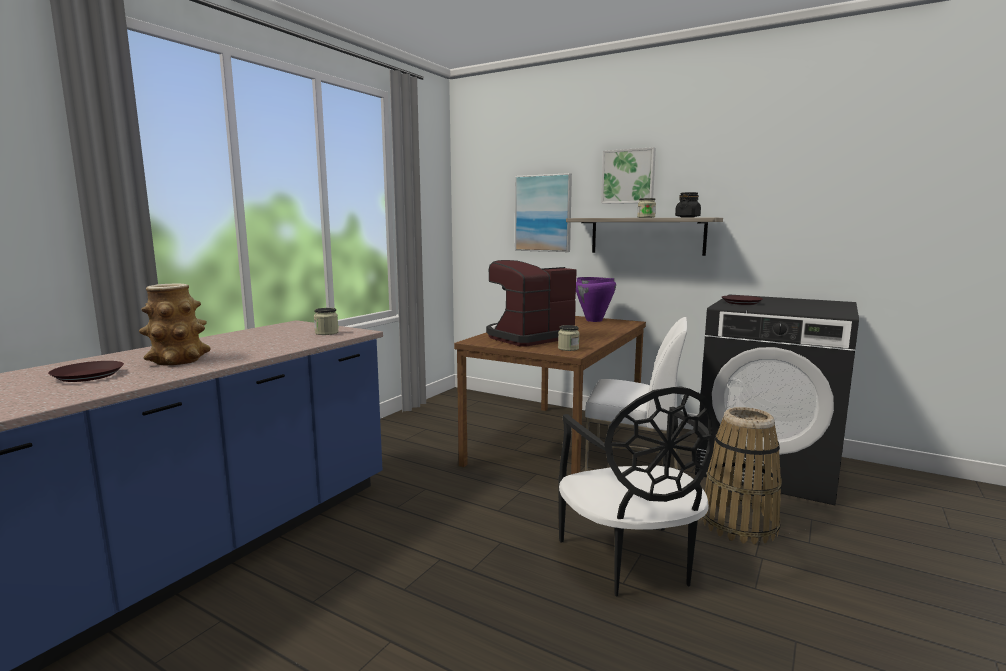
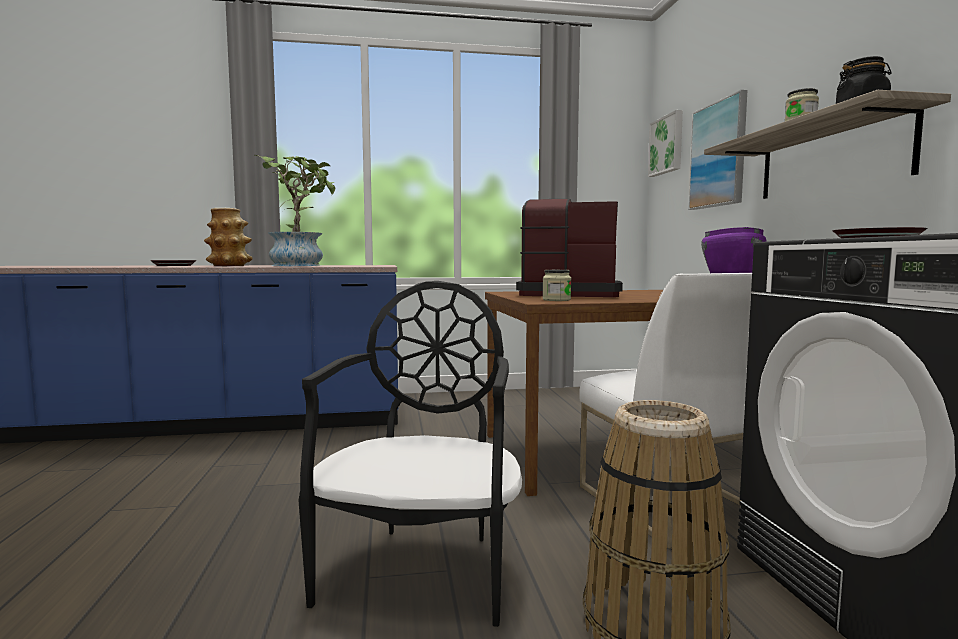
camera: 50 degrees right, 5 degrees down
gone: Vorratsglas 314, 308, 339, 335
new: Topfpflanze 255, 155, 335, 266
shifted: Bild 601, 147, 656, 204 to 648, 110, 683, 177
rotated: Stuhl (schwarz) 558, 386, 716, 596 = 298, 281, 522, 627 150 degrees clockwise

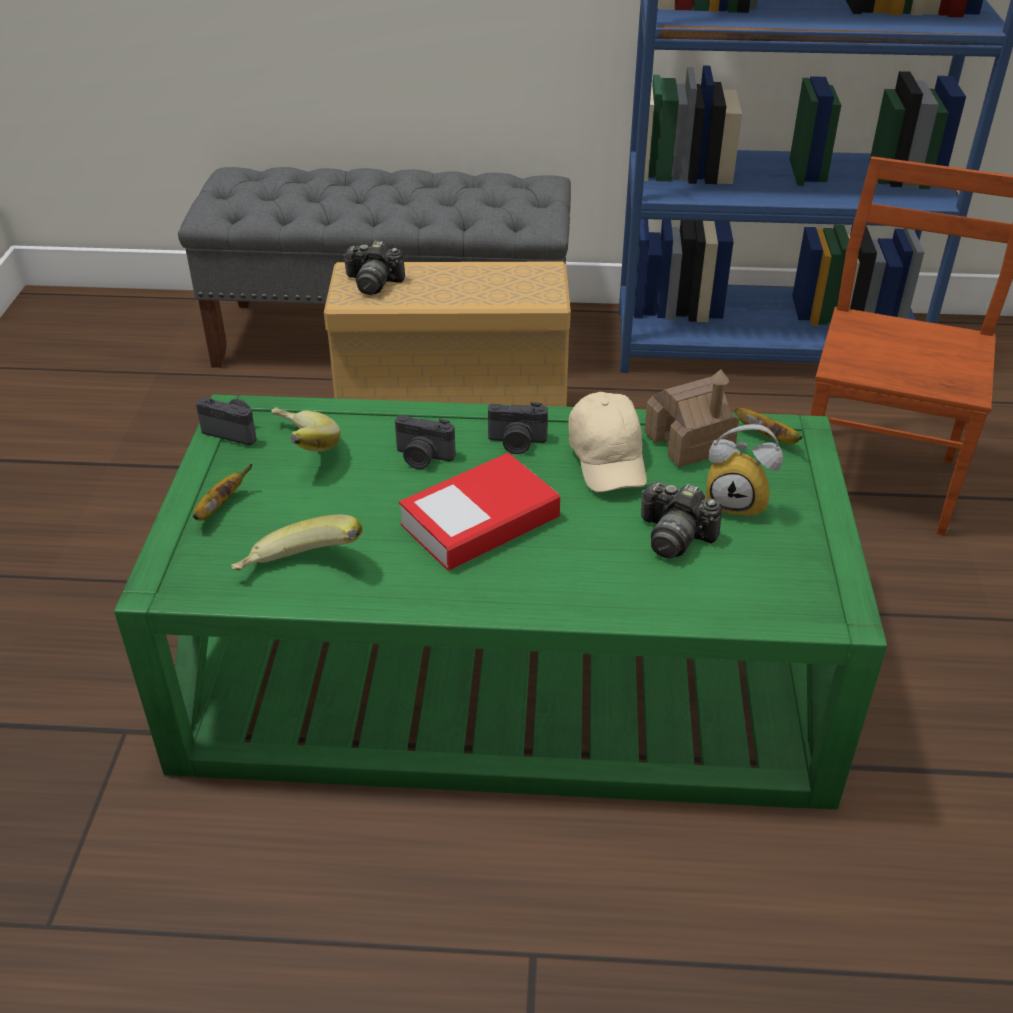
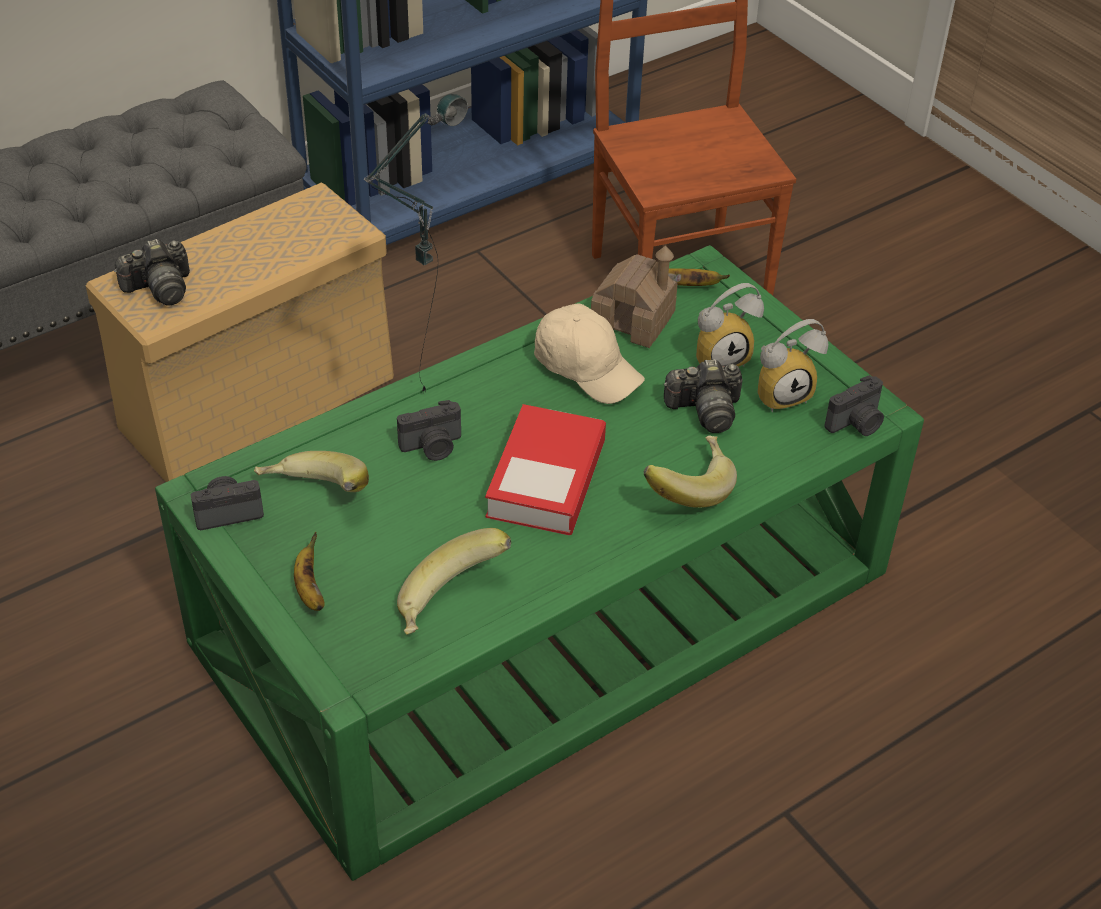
camera: 40 degrees left, 5 degrees up
new: Tischlampe 364, 94, 468, 391; Banane 644, 436, 737, 508; Wecker 757, 319, 828, 412
shifted: Kamera 488, 402, 548, 454 to 824, 375, 884, 436

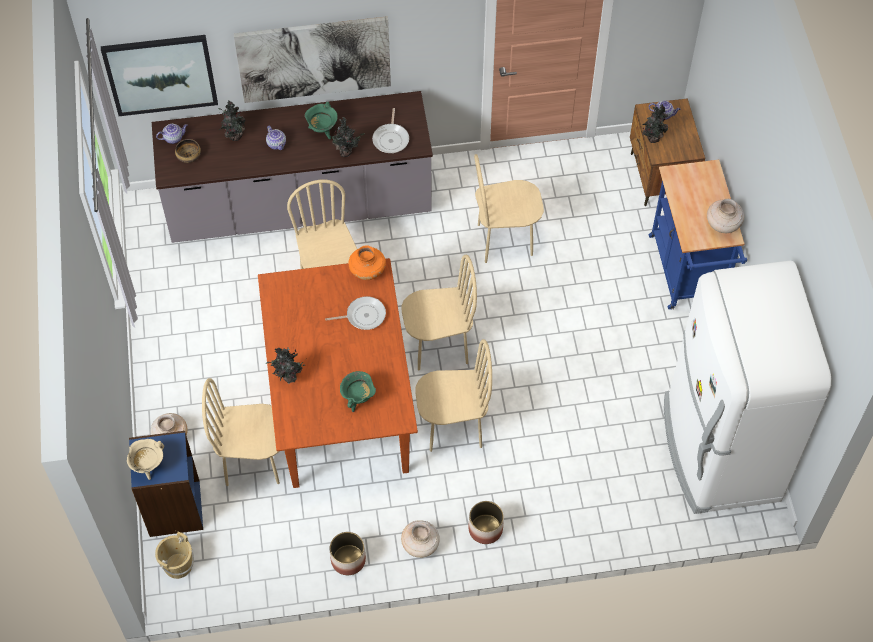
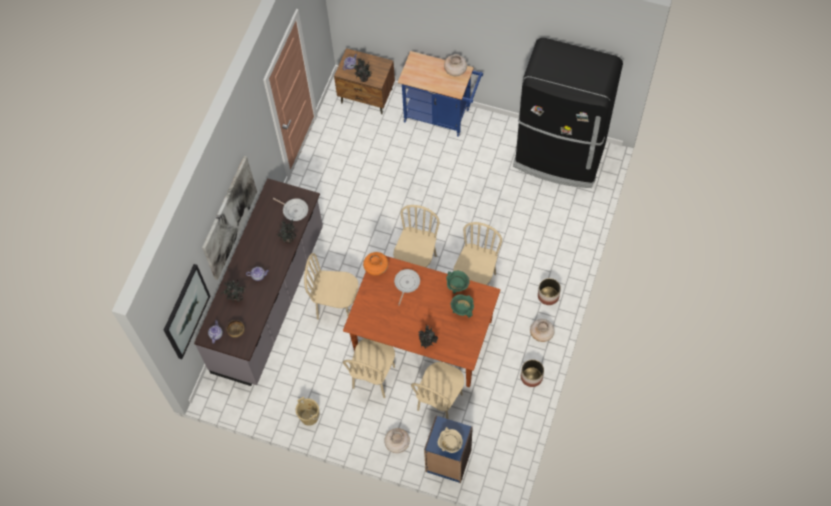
camera: 60 degrees left, 5 degrees up
shifted: Eimer (beige) 155, 532, 194, 579 to 295, 397, 320, 426; Kochtopf (grün) 305, 102, 338, 139 to 446, 271, 470, 294; Stuhl (beige) 474, 154, 544, 263 to 343, 338, 395, 398
repainted: Kühlschrank (weiß) 664, 261, 832, 514 to Kühlschrank (schwarz) 513, 38, 623, 188

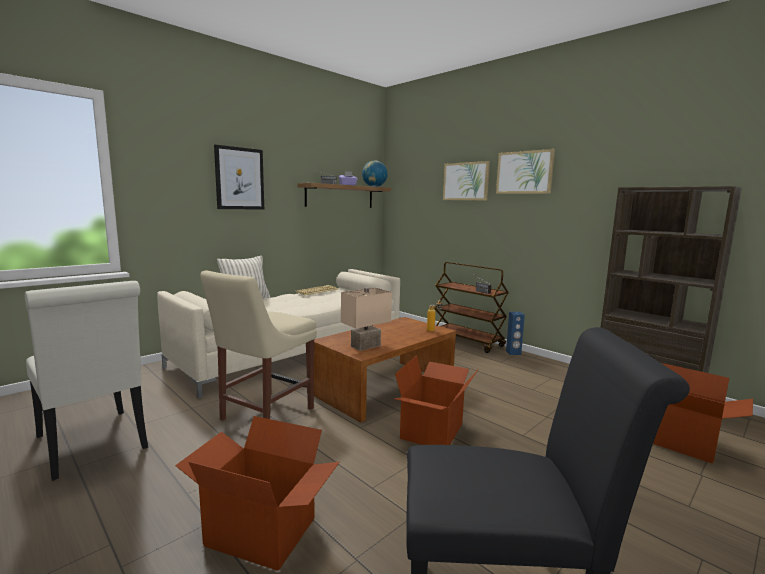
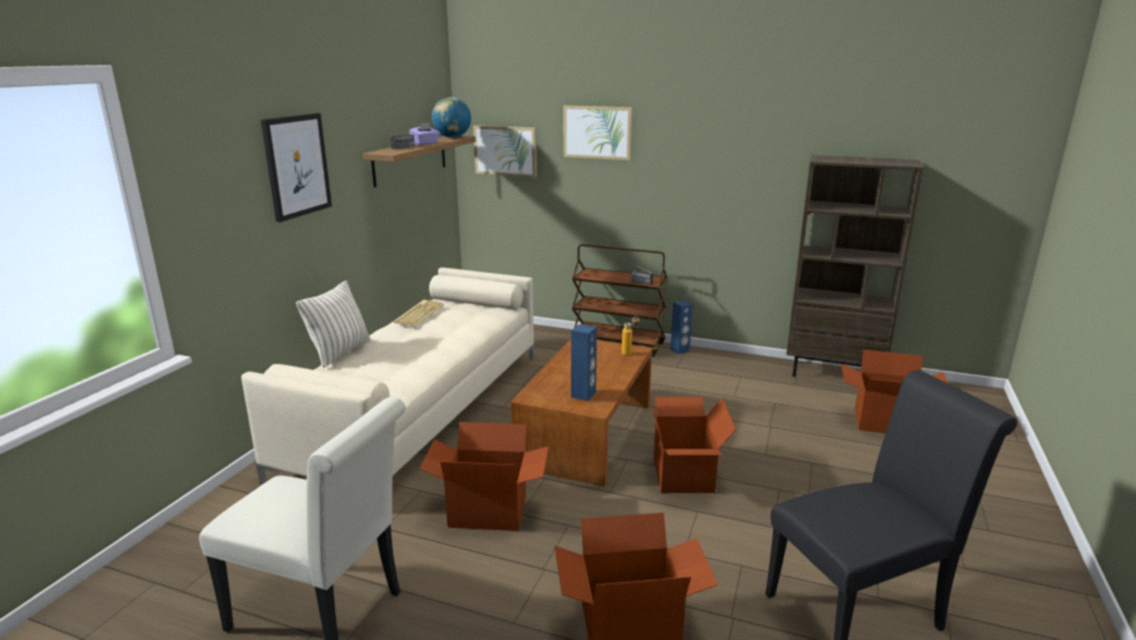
camera: 25 degrees left, 10 degrees up
shifted: Bild 496, 149, 555, 194 to 473, 125, 537, 177
swapped: Stuhl (beige) 200, 271, 317, 421 to Karton 420, 422, 549, 531; Tischlampe (beige) 341, 288, 392, 351 to Lautsprecher (blau) 571, 324, 597, 401

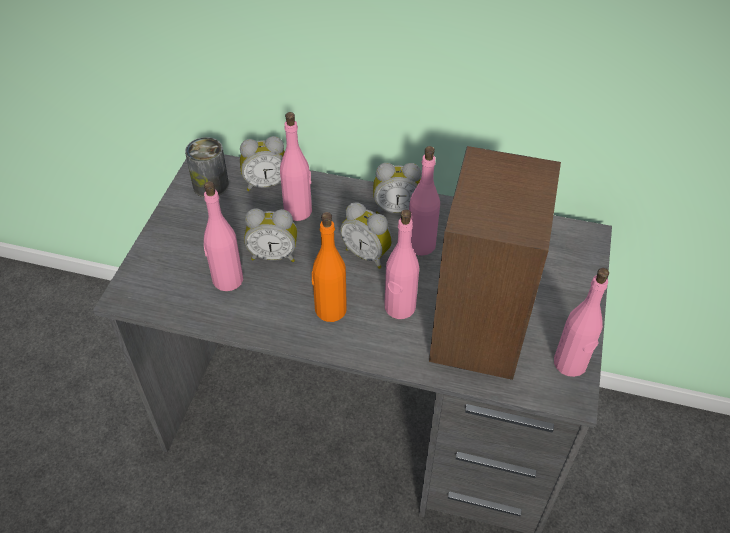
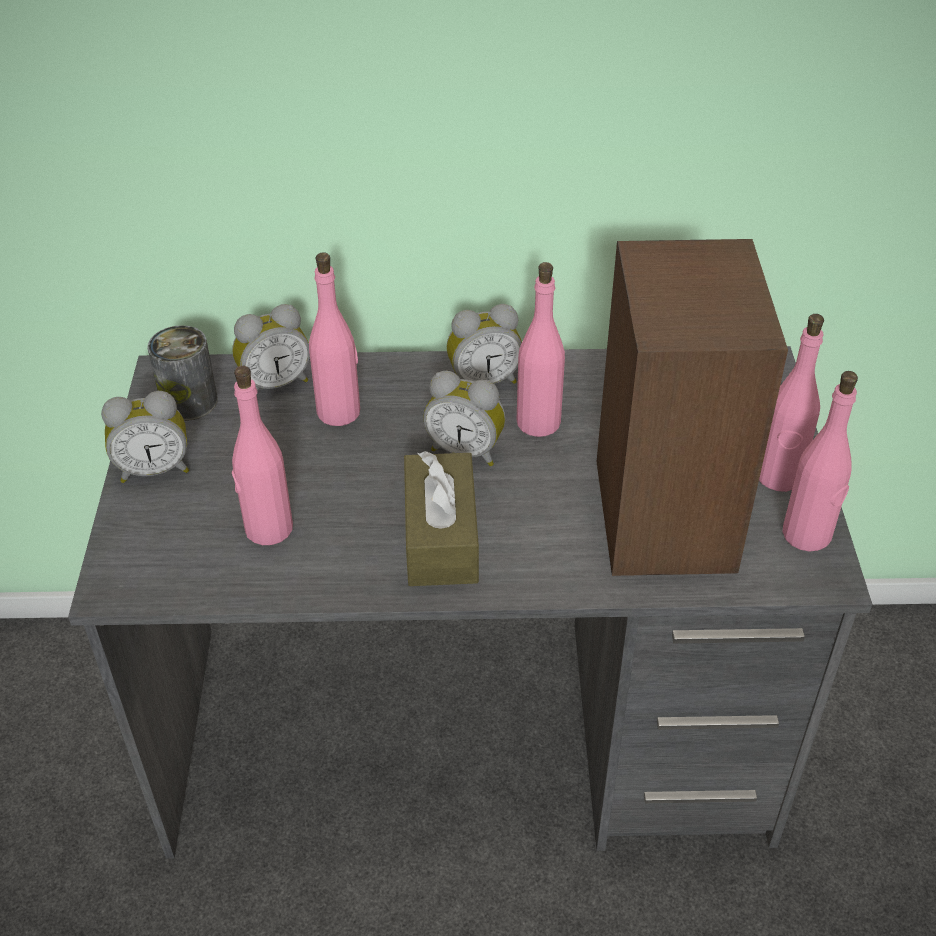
camera: 15 degrees left, 5 degrees down
shifted: Wecker 244, 208, 297, 262 to 101, 391, 189, 483; Flasche (rosa) 384, 209, 419, 319 to 759, 314, 824, 492
swapped: Flasche (orange) 312, 212, 347, 322 to Taschentuchbox (braun) 404, 451, 479, 586

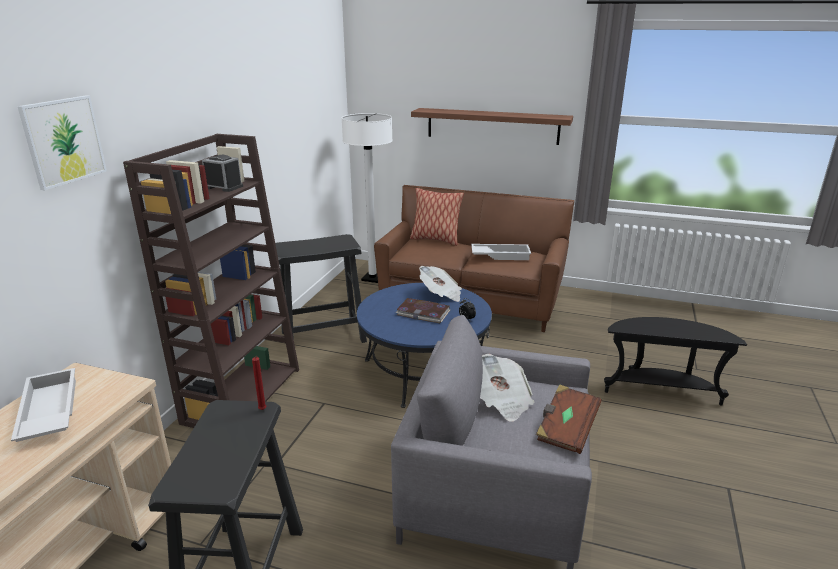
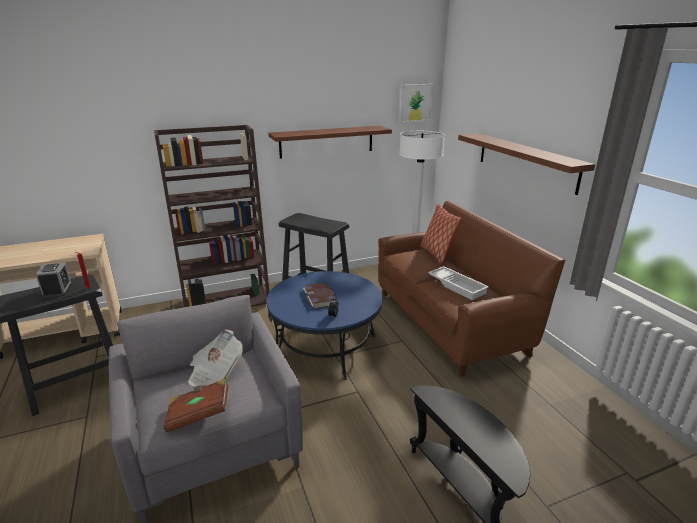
camera: 50 degrees right, 0 degrees up
gone: Tablett (weiß) 11, 368, 76, 442; Zeitung 419, 266, 462, 302
new: Wandregal (braun) 269, 126, 392, 159
shifted: Bild 17, 95, 107, 190 to 399, 84, 433, 122; Wecker 202, 155, 243, 192 to 36, 263, 72, 298

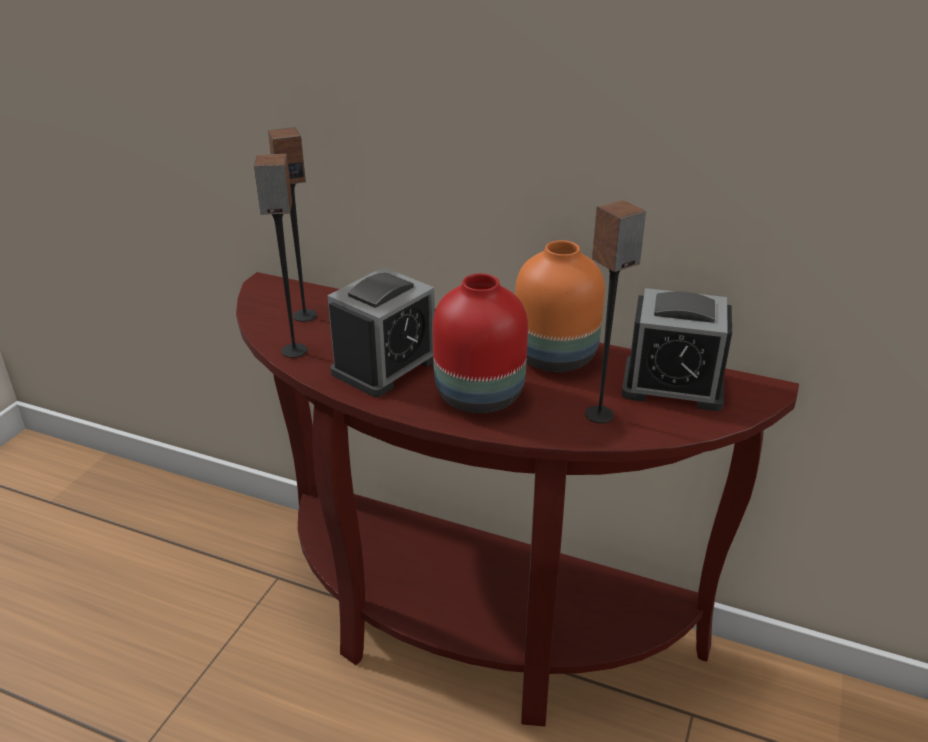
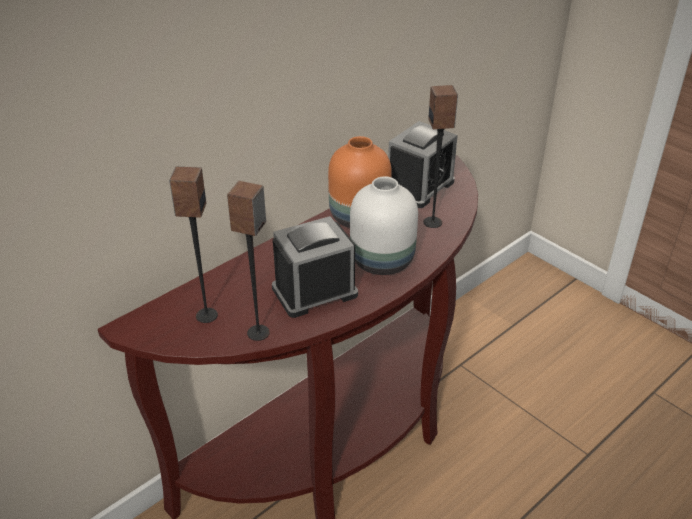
camera: 65 degrees left, 5 degrees up
repainted: Vase (rot) 433, 273, 528, 413 to Vase (weiß) 350, 176, 418, 275
rotated: Wecker 327, 267, 435, 397 = 272, 216, 358, 318 90 degrees counterclockwise

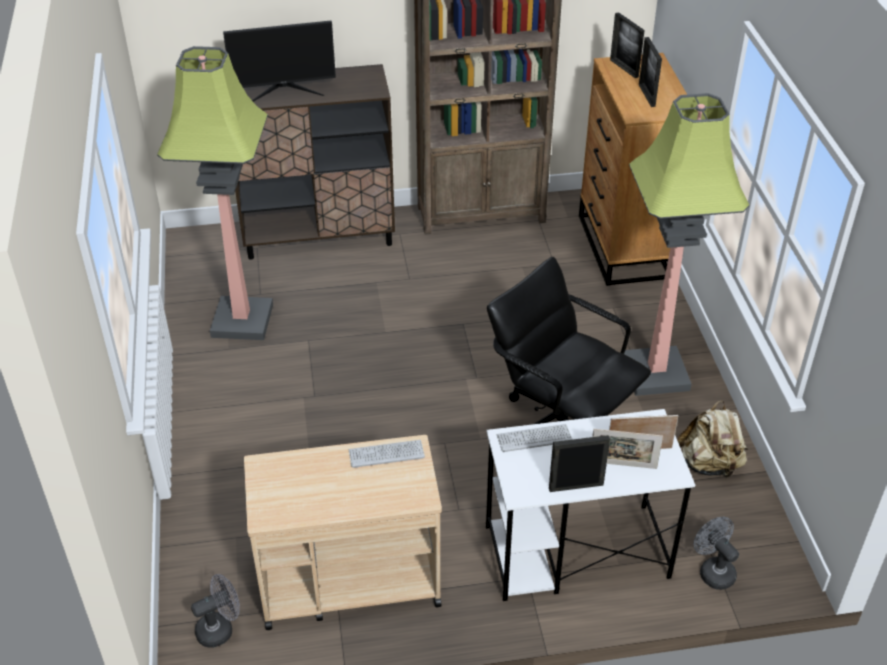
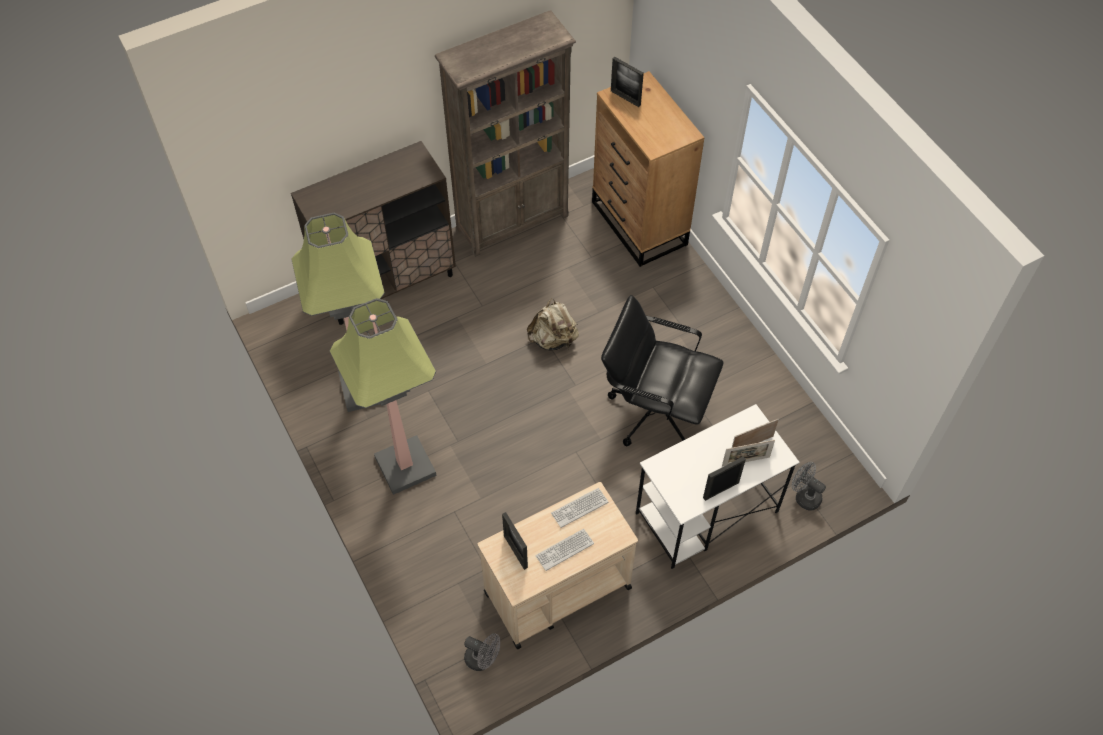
camera: 20 degrees left, 15 degrees up
gone: Monitor 223, 20, 336, 102
shifted: Tastatur 496, 424, 573, 452 to 535, 529, 594, 571; Stehlampe 624, 93, 750, 396 to 330, 298, 437, 495; Bilderrahmen 639, 37, 662, 107 to 502, 512, 528, 570; Rucksack (beige) 677, 400, 748, 478 to 527, 298, 579, 350
rotated: Ventilator (grau) 191, 574, 240, 648 = 464, 633, 500, 671 75 degrees clockwise

